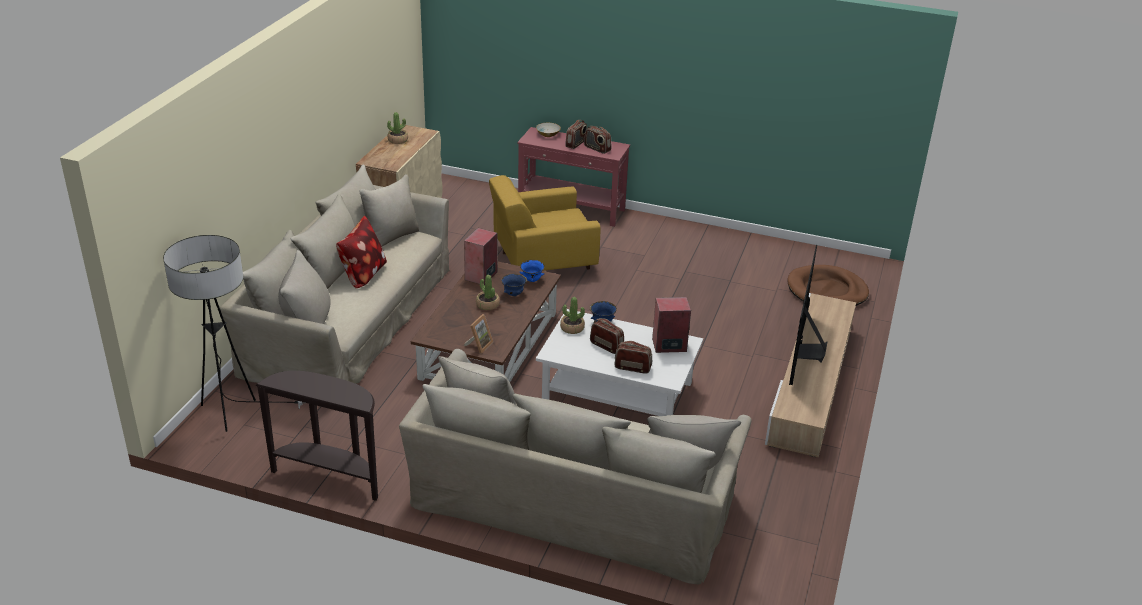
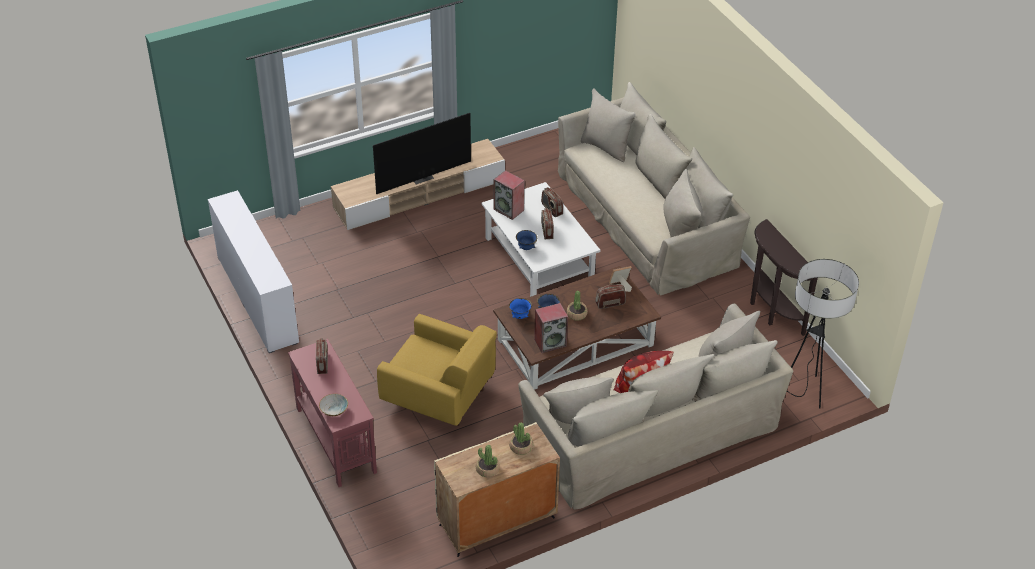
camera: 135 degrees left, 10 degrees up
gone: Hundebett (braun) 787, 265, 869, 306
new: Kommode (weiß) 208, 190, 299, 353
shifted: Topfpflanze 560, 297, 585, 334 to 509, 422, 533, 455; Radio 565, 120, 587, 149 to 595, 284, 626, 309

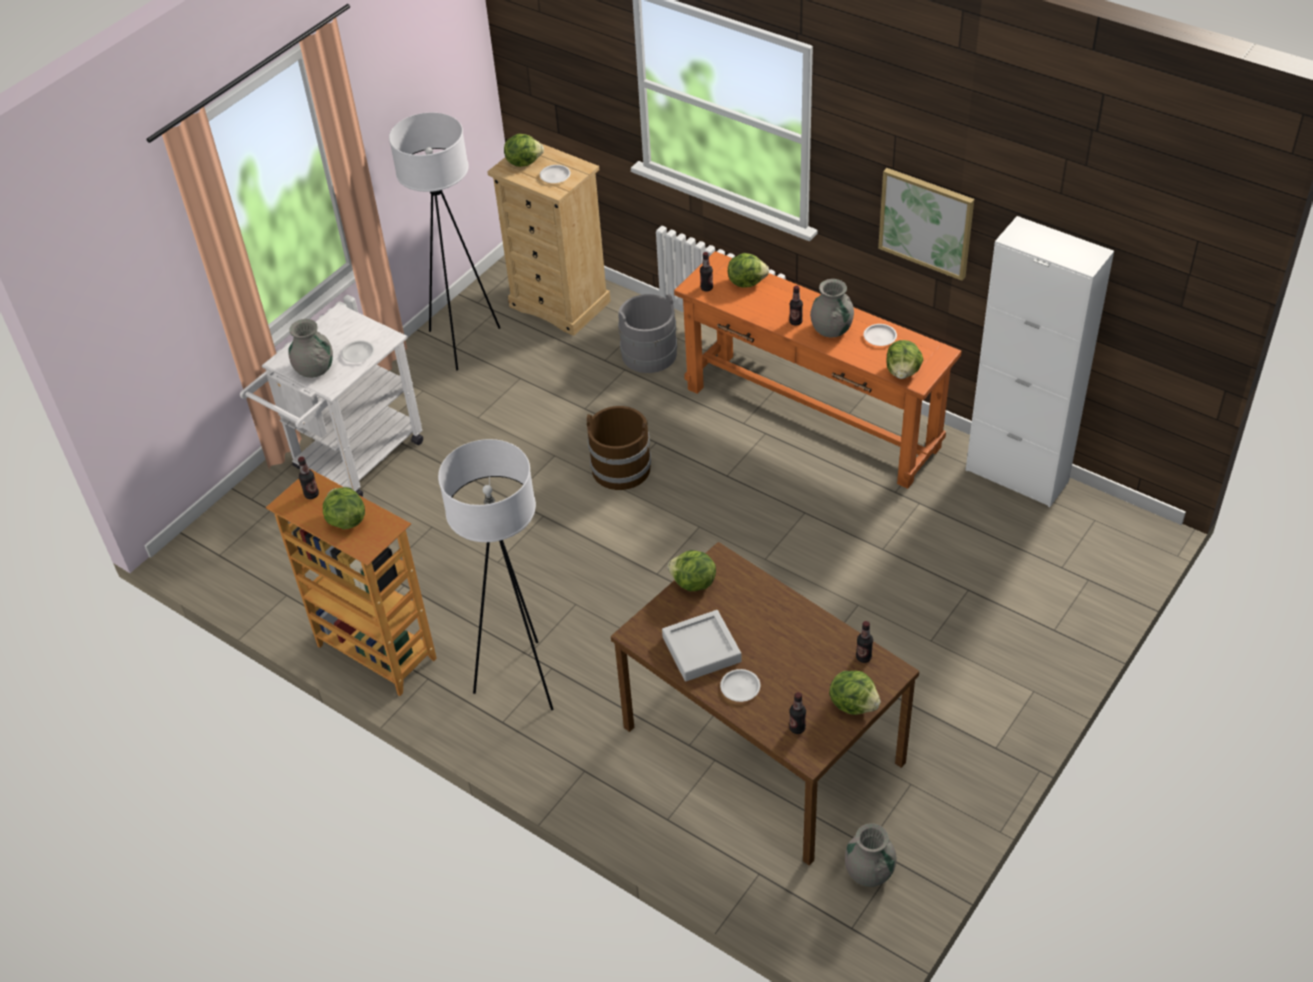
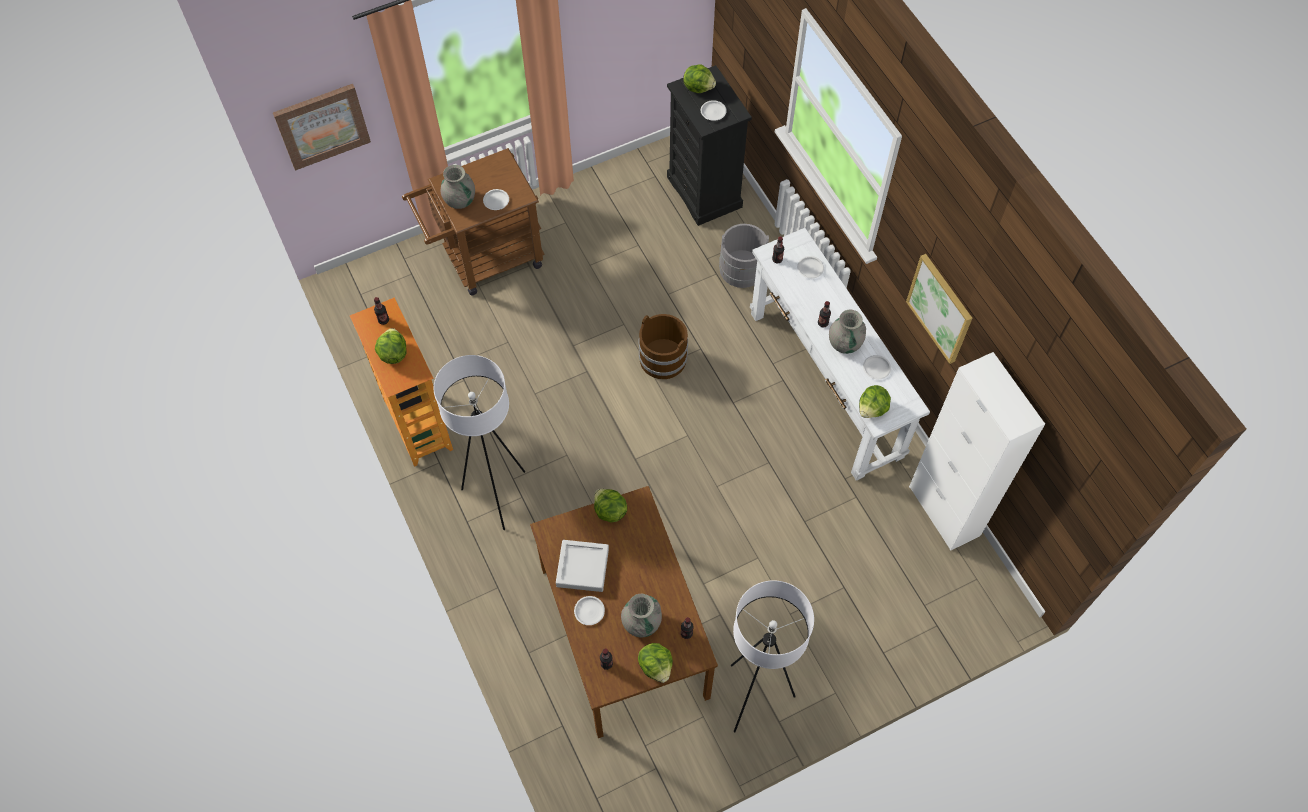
camera: 25 degrees right, 15 degrees up
new: Bild 273, 84, 371, 171
shifted: Stehlampe (weiß) 389, 112, 500, 371 to 731, 580, 814, 733; Vase (grau) 845, 823, 897, 887 to 621, 594, 662, 637
swapped: Salatkopf 727, 253, 769, 288 to Teller (weiß) 797, 256, 824, 278
repainted: Rollwagen (weiß) 240, 303, 424, 497 to Rollwagen (braun) 402, 148, 545, 295; Kommode (beige) 487, 143, 611, 336 to Kommode (schwarz) 667, 65, 752, 226; Konsolentisch (orange) 674, 251, 962, 489 to Konsolentisch (weiß) 750, 228, 930, 481

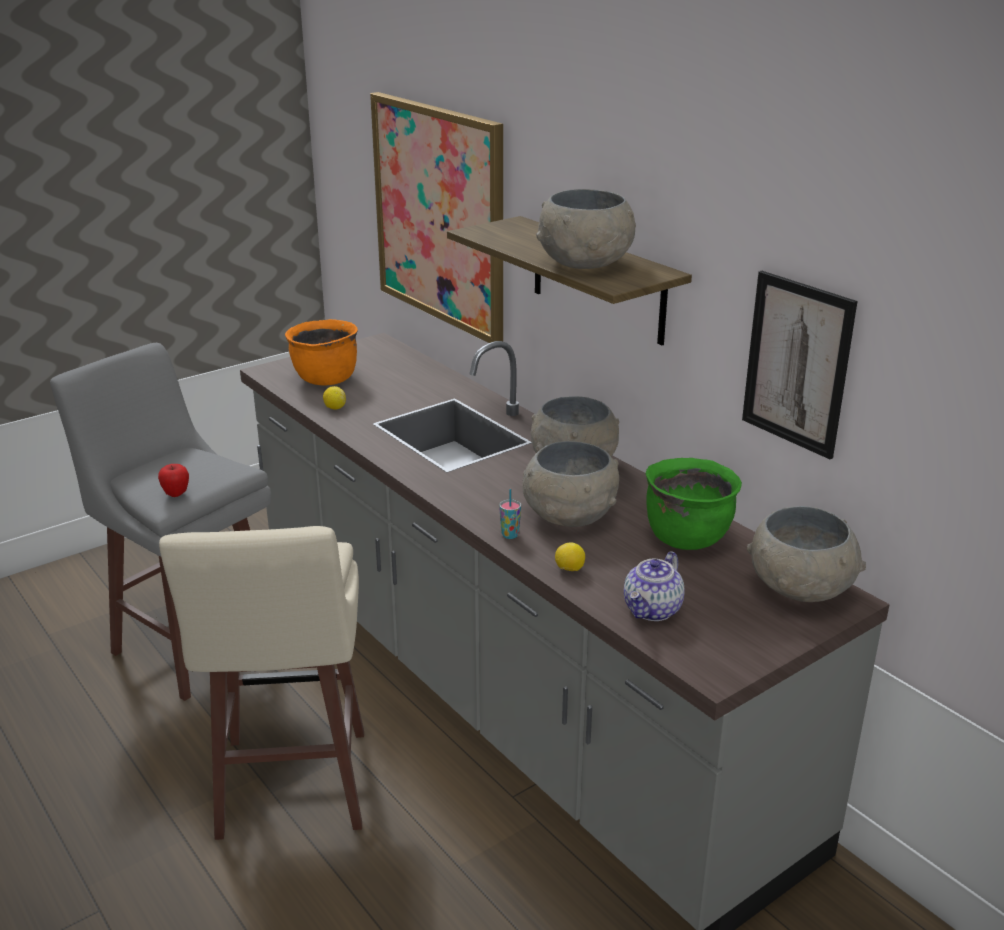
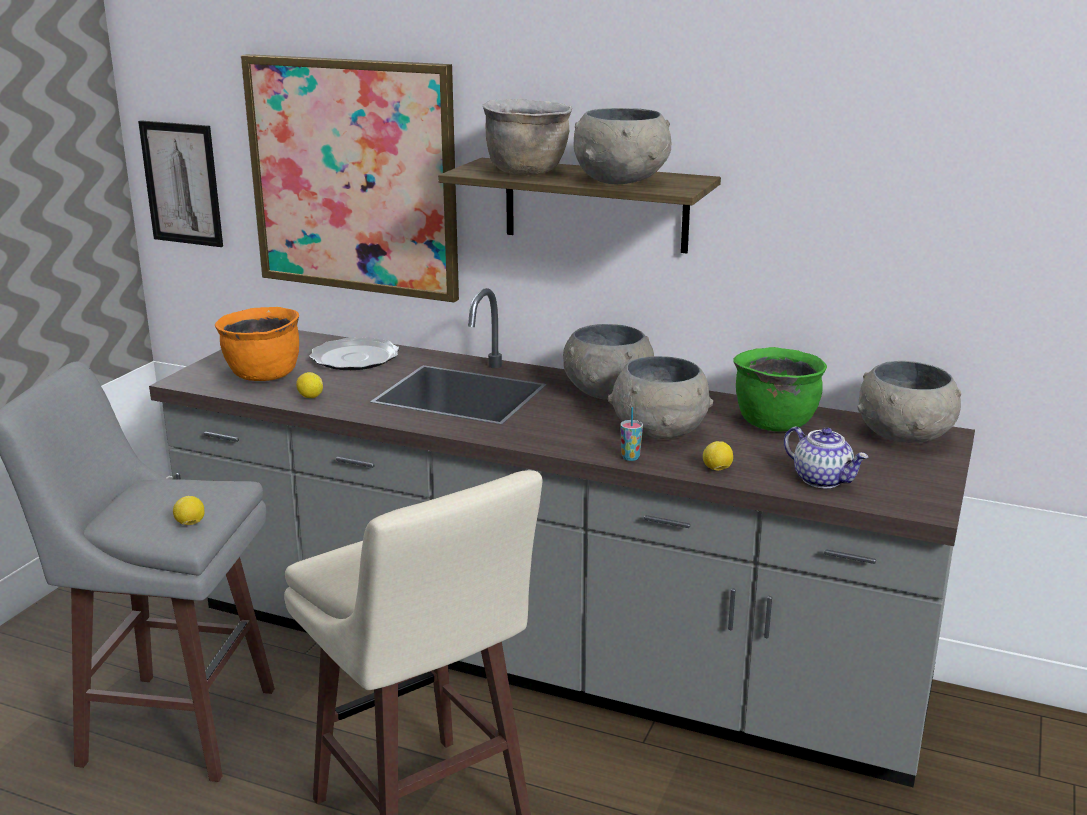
camera: 30 degrees left, 5 degrees down
new: Teller 309, 337, 399, 370; Kochtopf (braun) 483, 99, 572, 175
shifted: Bild 742, 271, 857, 459 to 138, 120, 223, 247
swapped: Apfel 158, 464, 189, 497 to Zitrone 173, 496, 205, 525
rotated: Teekanne 624, 551, 685, 621 = 784, 426, 869, 488 45 degrees counterclockwise

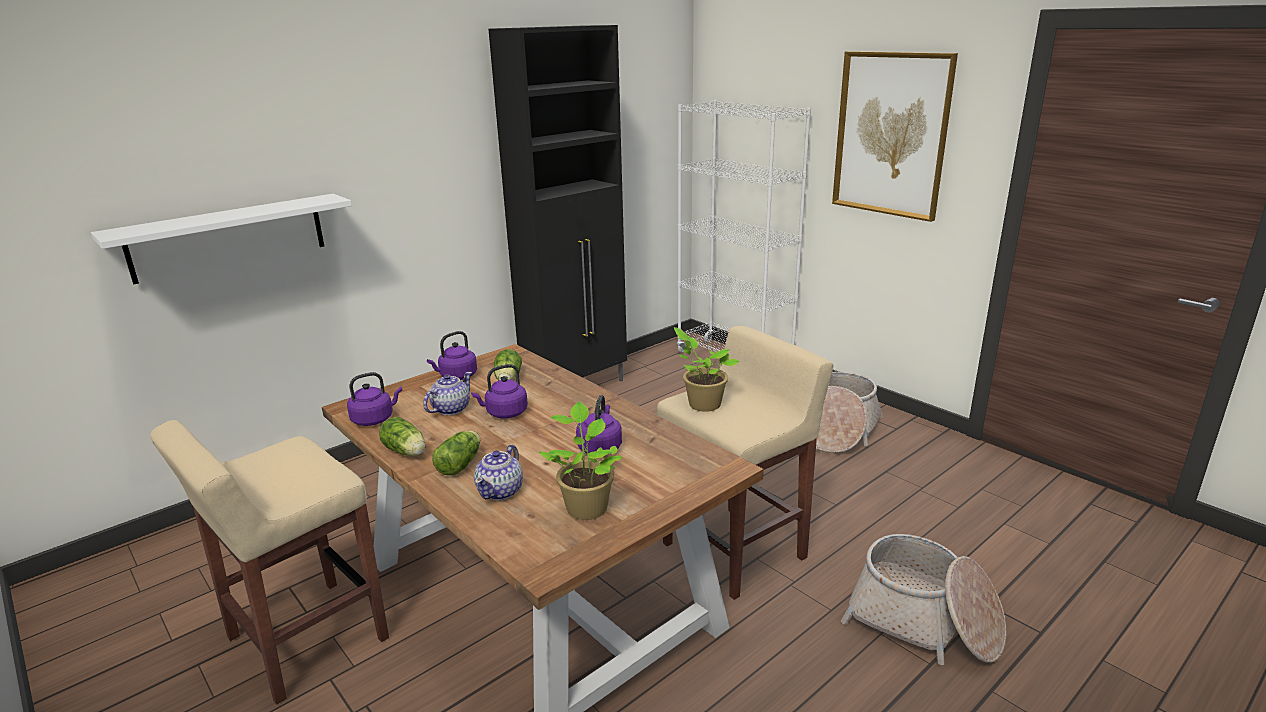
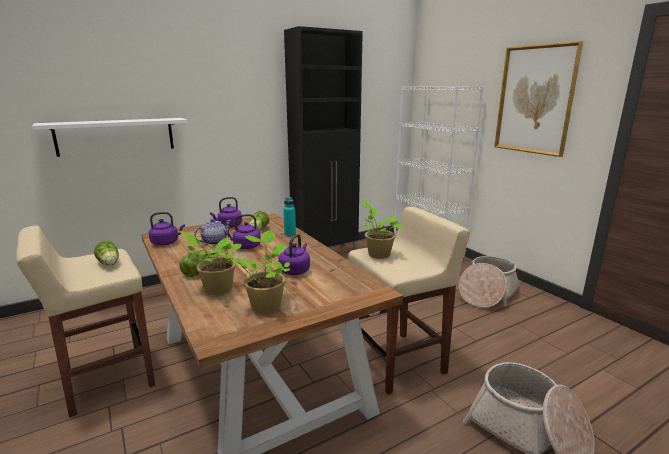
camera: 10 degrees right, 5 degrees down
new: Flasche (türkis) 283, 197, 296, 237
shifted: Salatkopf 379, 417, 426, 456 to 94, 241, 119, 266
swapped: Teekanne 474, 445, 523, 500 to Topfpflanze 178, 231, 242, 295

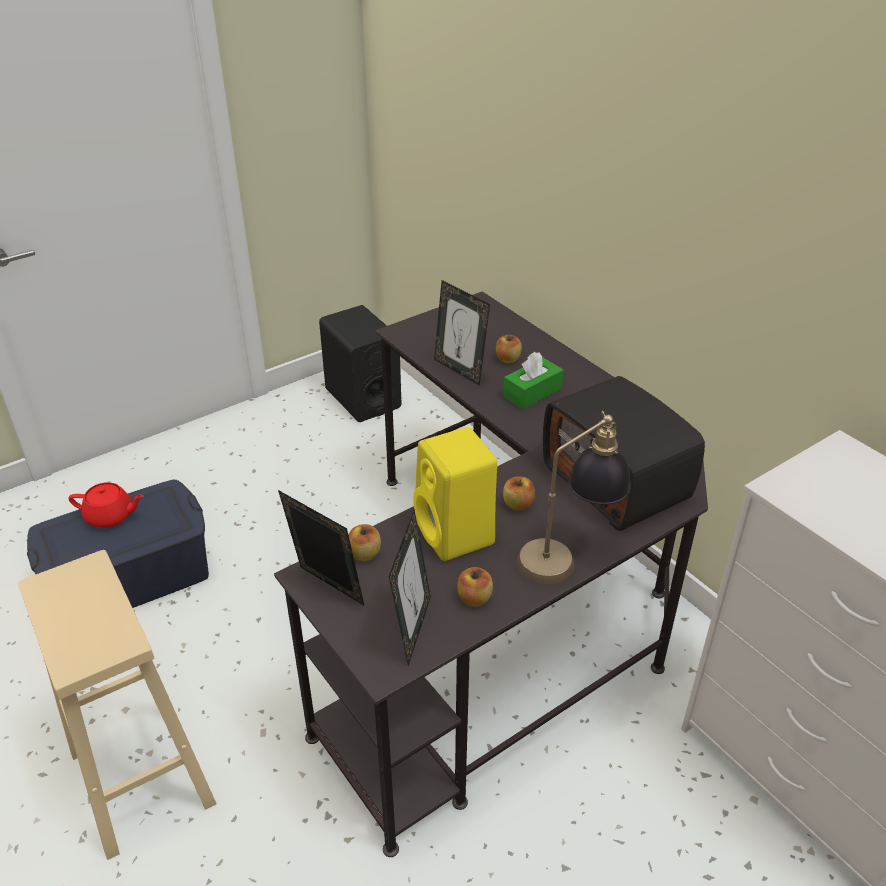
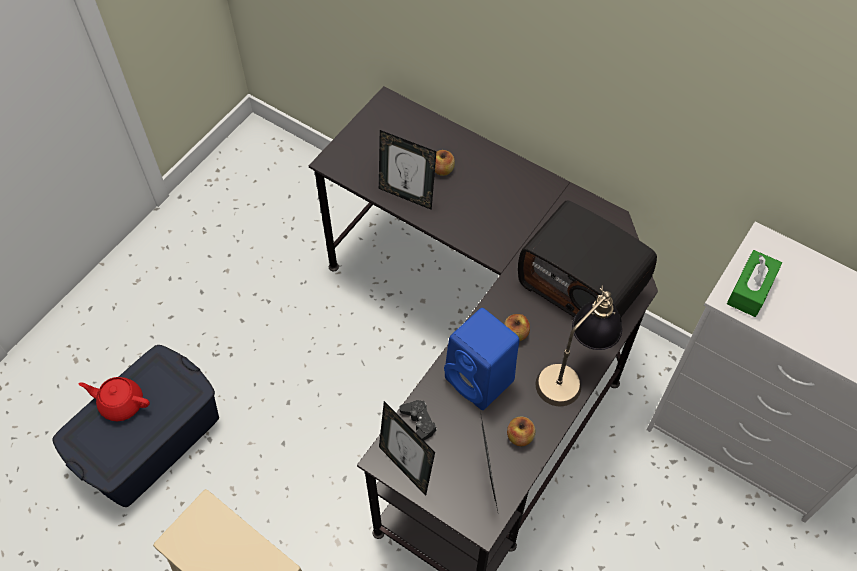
camera: 20 degrees left, 20 degrees up
gone: Lautsprecher (schwarz) 319, 305, 401, 422
shifted: Taschentuchbox (grün) 503, 352, 564, 409 to 727, 250, 782, 317
swapped: Apfel 348, 524, 381, 561 to Gamepad (schwarz) 399, 400, 437, 440
repainted: Lautsprecher (gelb) 413, 427, 497, 561 to Lautsprecher (blau) 444, 308, 519, 410
rotated: Teekanne (rot) 68, 482, 144, 528 = 78, 377, 150, 421 150 degrees counterclockwise; Bilderrahmen 278, 490, 364, 605 = 379, 401, 435, 496 150 degrees counterclockwise

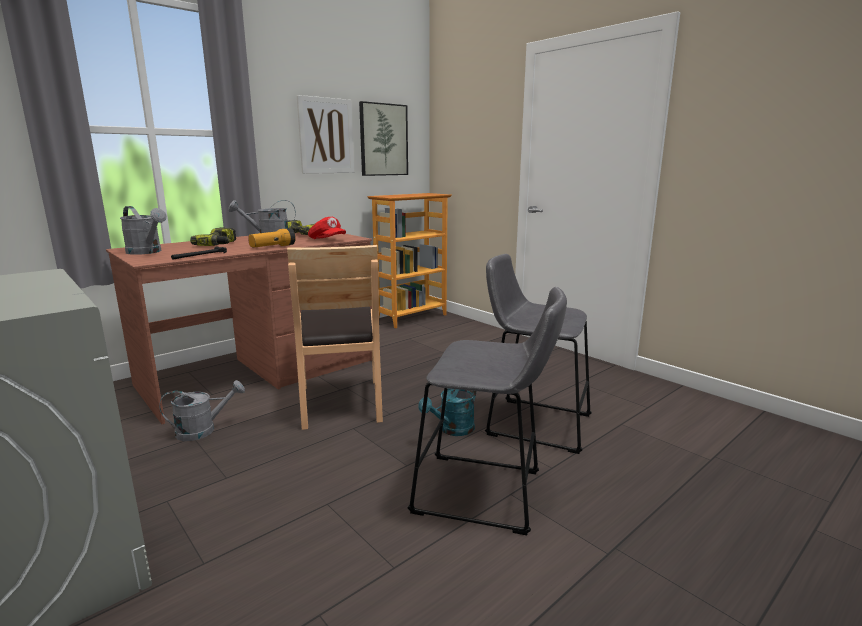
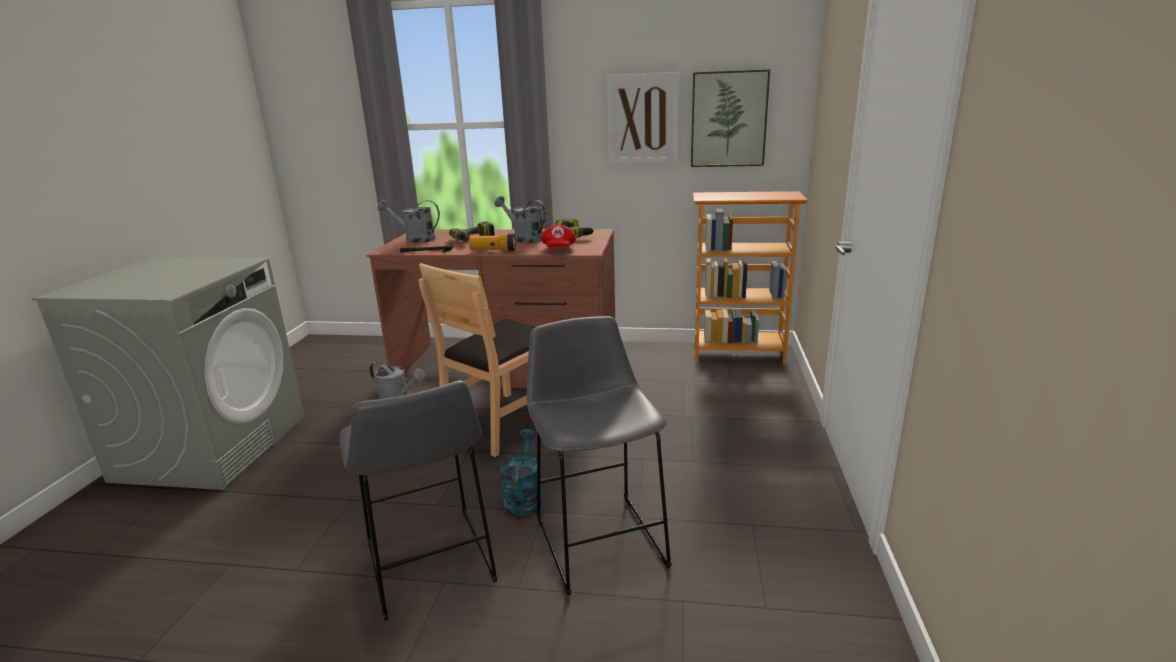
camera: 50 degrees right, 5 degrees up
rotated: Gießkanne (grau) 120, 206, 167, 255 = 378, 200, 440, 243 105 degrees clockwise; Gießkanne (türkis) 418, 388, 476, 436 = 500, 429, 542, 516 90 degrees clockwise

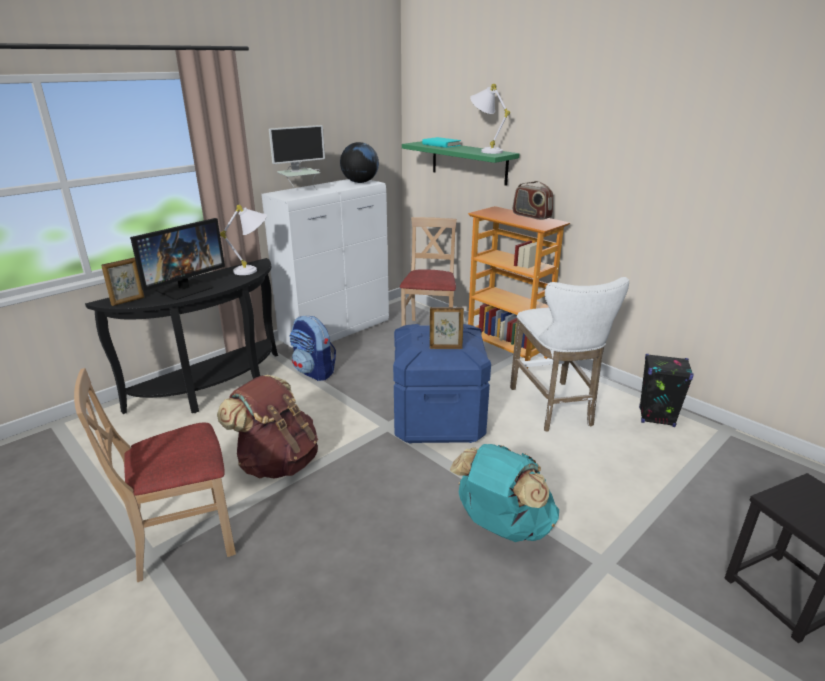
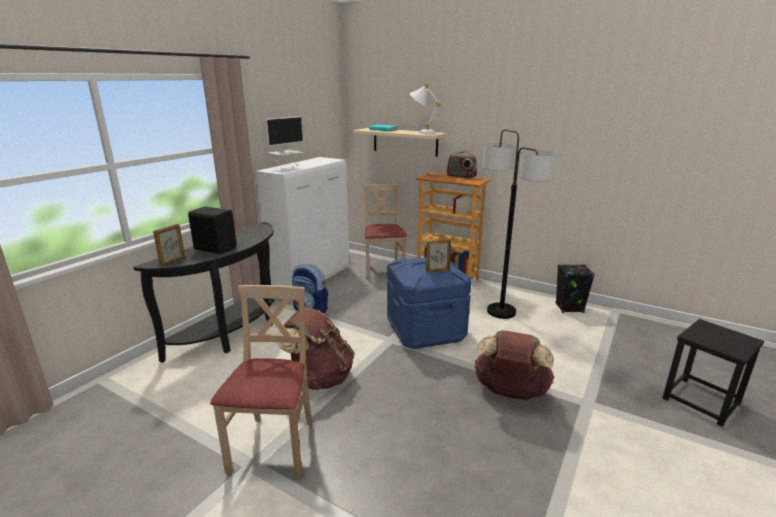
camera: 15 degrees left, 5 degrees down
gone: Tischlampe (weiß) 220, 205, 267, 275; Globus 340, 142, 379, 183
swapped: Monitor 130, 218, 225, 300 to Lautsprecher (schwarz) 188, 206, 237, 254; Hocker (weiß) 510, 277, 630, 432 to Stehlampe 483, 129, 557, 319
repainted: Wandregal (grün) 402, 141, 519, 186 to Wandregal (beige) 353, 128, 447, 157; Rucksack (türkis) 450, 444, 559, 542 to Rucksack (braun) 474, 330, 554, 400
rotated: Stuhl (beige) 74, 368, 236, 582 = 210, 285, 312, 478 135 degrees clockwise

